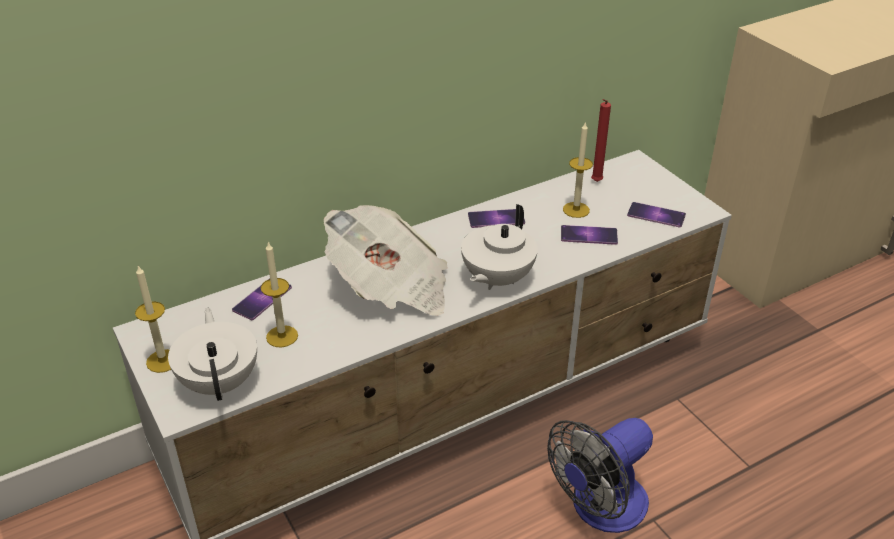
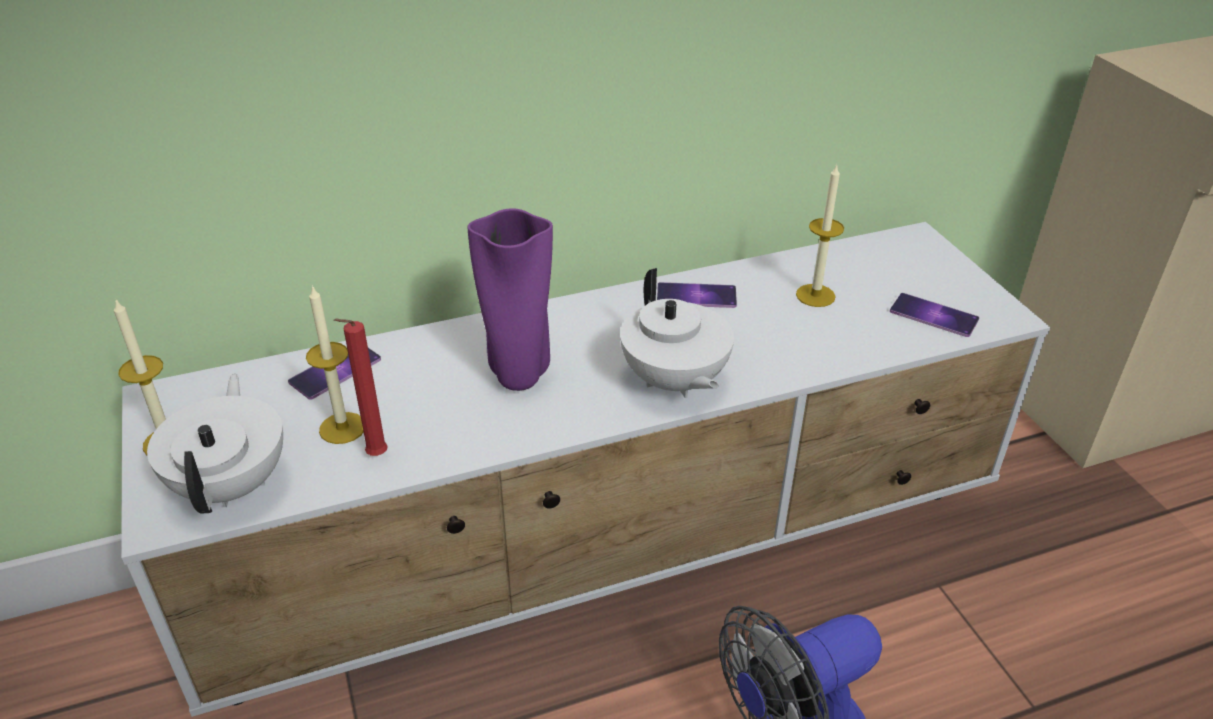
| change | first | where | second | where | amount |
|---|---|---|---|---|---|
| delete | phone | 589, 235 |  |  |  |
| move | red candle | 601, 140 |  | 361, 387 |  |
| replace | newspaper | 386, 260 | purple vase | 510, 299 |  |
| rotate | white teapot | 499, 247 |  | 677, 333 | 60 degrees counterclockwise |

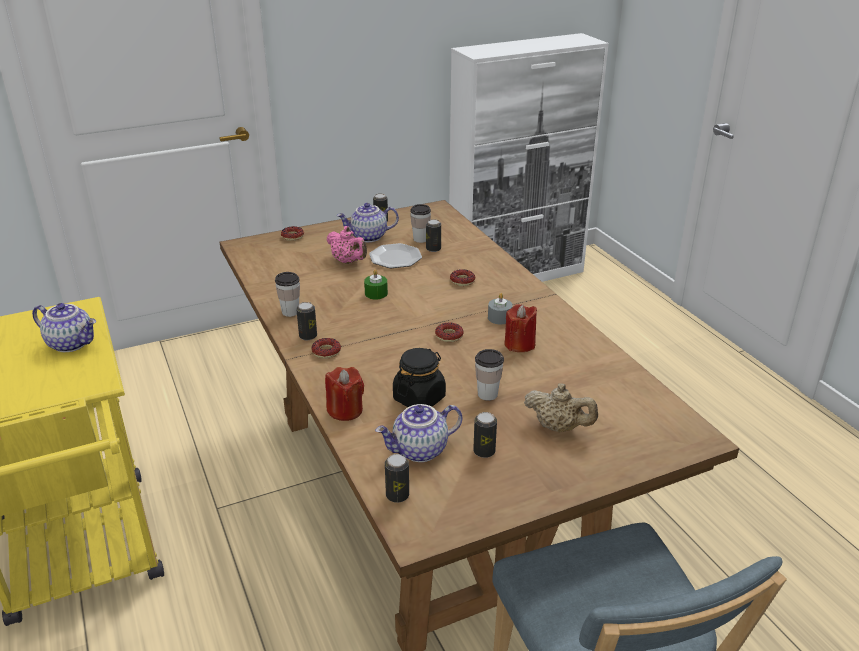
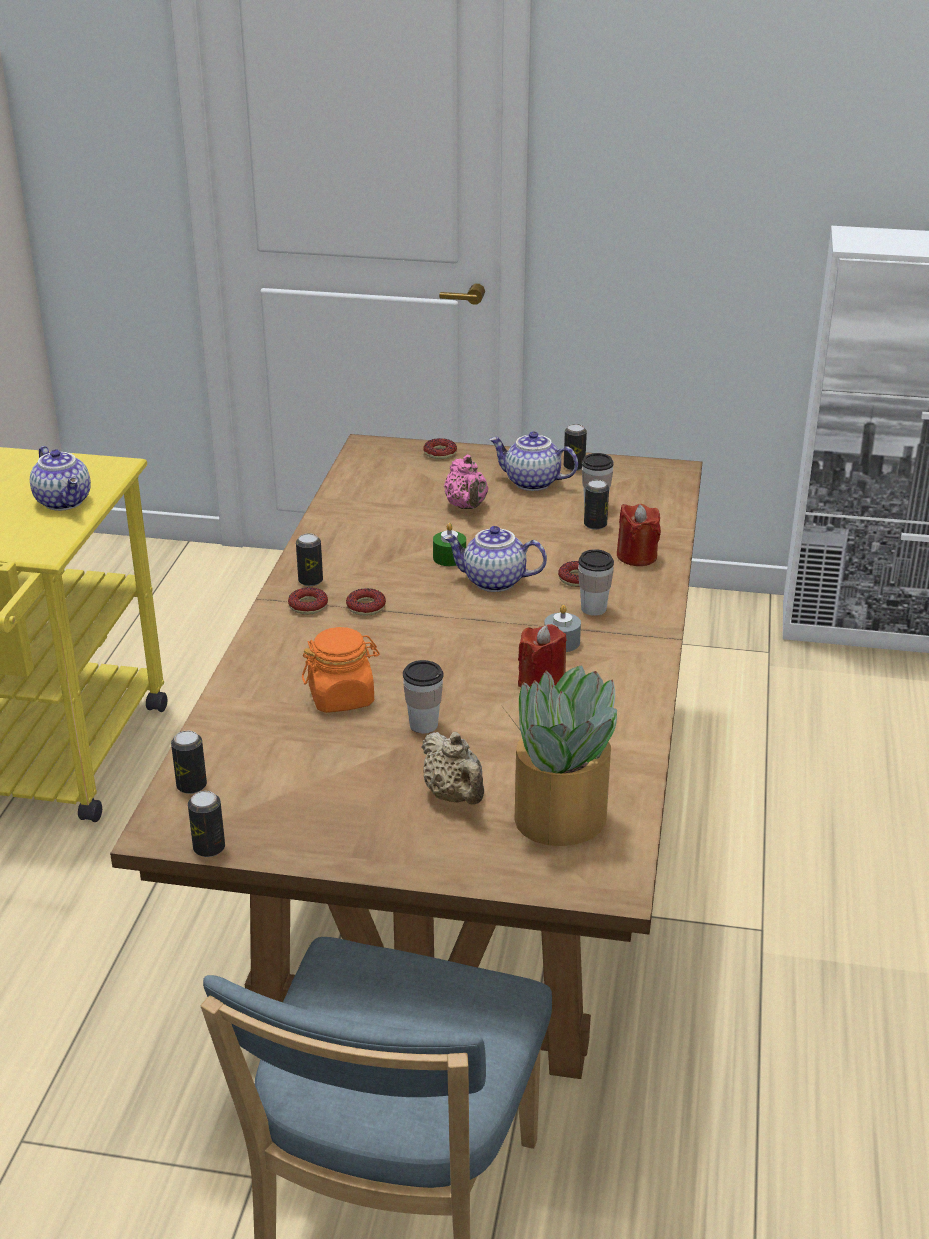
| change | first | where | second | where | amount |
|---|---|---|---|---|---|
| delete | plate | 395, 255 |  |  |  |
| insert |  |  | potted plant | 559, 756 |  |
| move | cup | 287, 294 |  | 596, 582 |  |
| move | red candle | 344, 394 |  | 639, 535 |  |
| move | teapot | 418, 433 |  | 495, 559 |  |
| move | donut | 449, 332 |  | 366, 602 |  |
| move | can | 485, 435 |  | 206, 824 |  |
| recolor | black jar | 419, 377 | orange jar | 341, 670 |  |

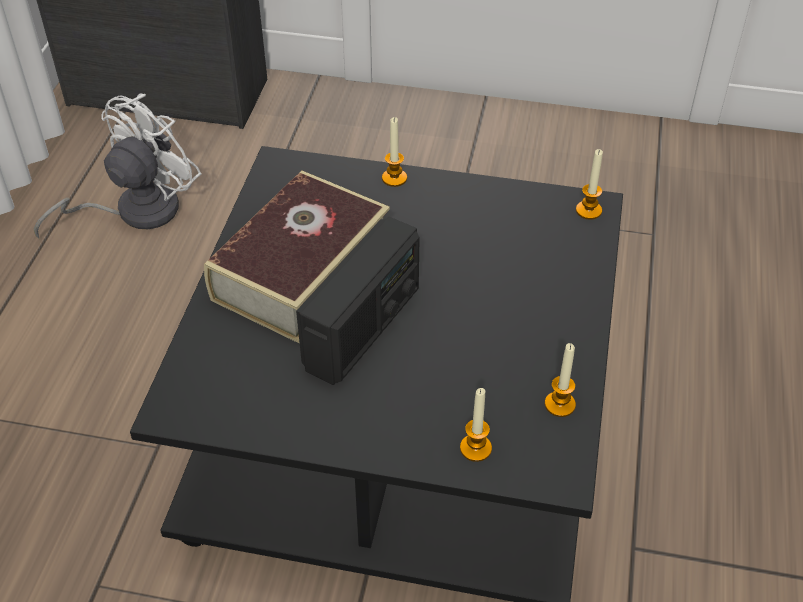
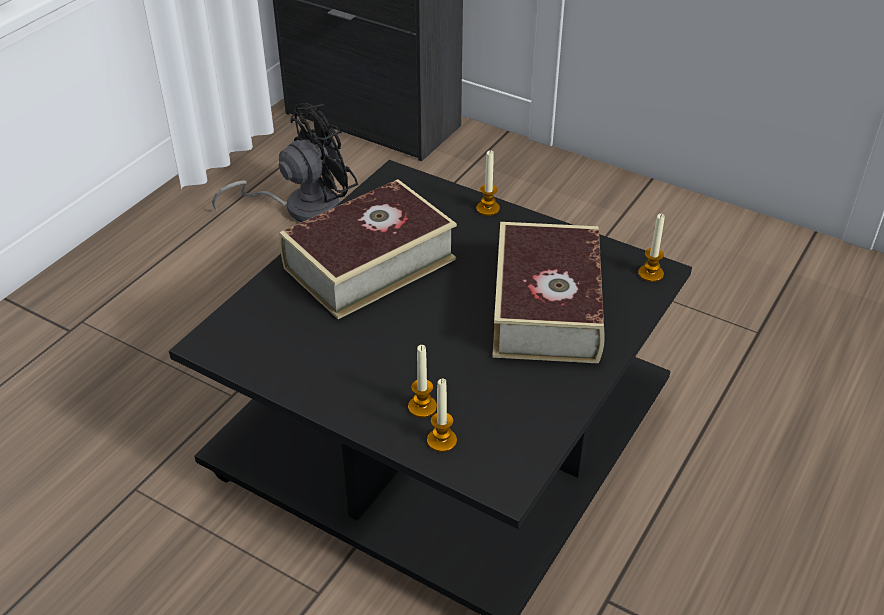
| change | first | where | second | where | amount |
|---|---|---|---|---|---|
| delete | radio | 358, 301 |  |  |  |
| insert |  |  | book | 549, 293 |  |
| move | candle | 560, 380 |  | 422, 381 |  |
| recolor | white fan | 118, 165 | black fan | 285, 162 |  |

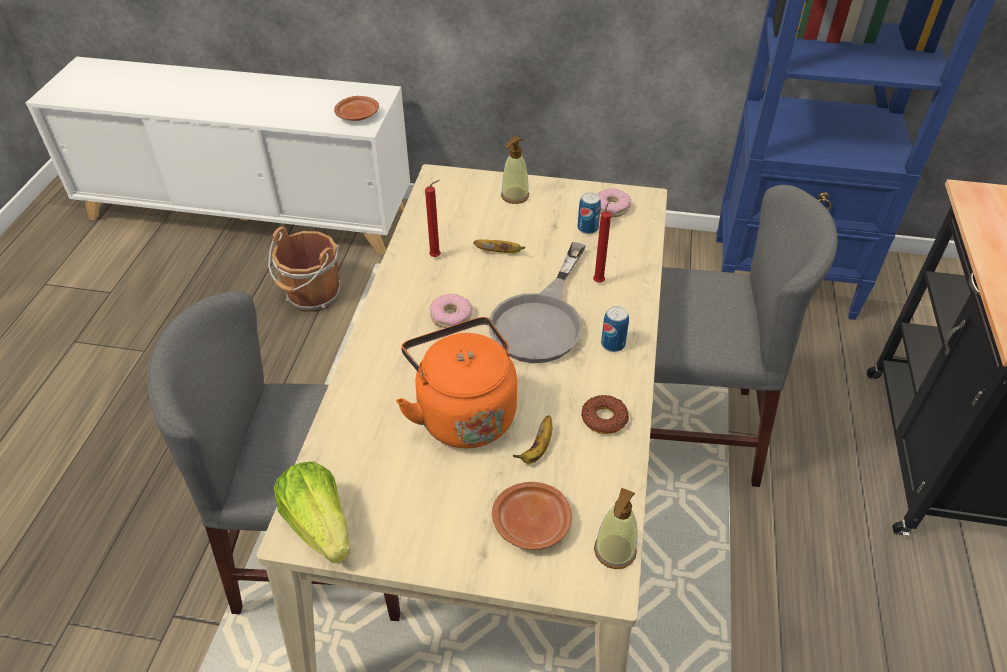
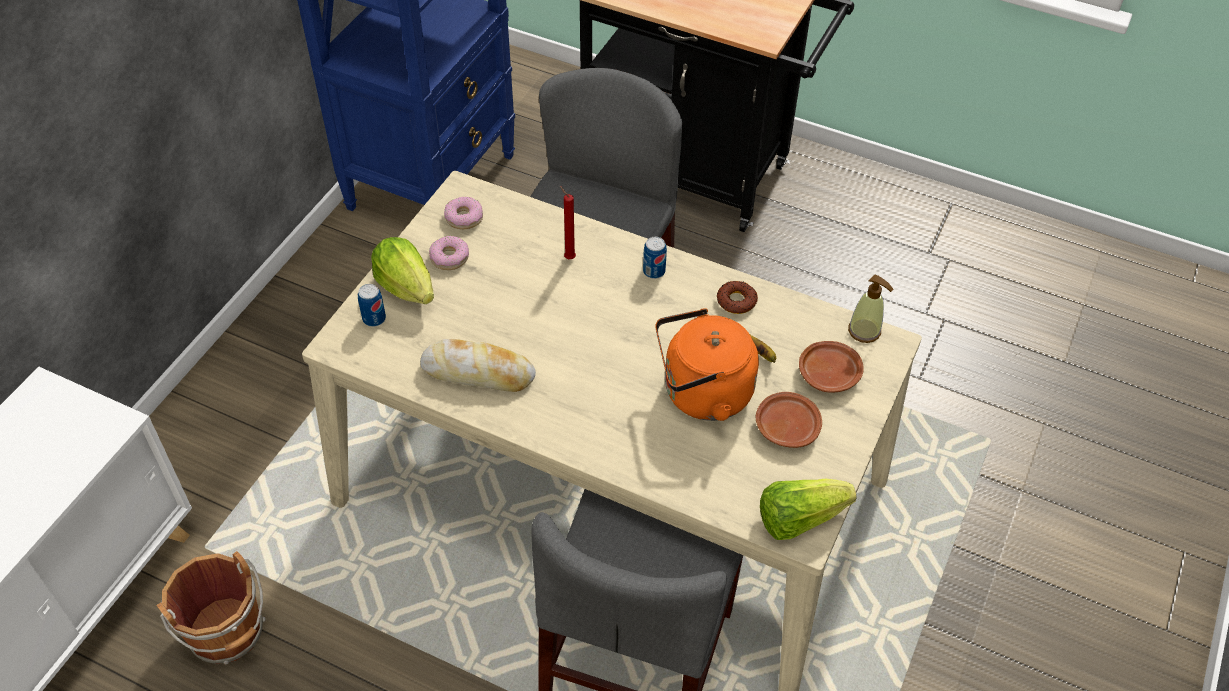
| change | first | where | second | where | amount |
|---|---|---|---|---|---|
| delete | banana | 499, 246 |  |  |  |
| delete | grey frying pan | 537, 302 |  |  |  |
| move | brown plate | 356, 108 |  | 789, 420 |  |
| move | donut | 451, 311 |  | 449, 253 |  |
| move | can | 589, 213 |  | 372, 305 |  |
| replace | red candle | 433, 218 | bread | 478, 365 |  |
| replace | soap dispenser | 515, 170 | lettuce | 402, 270 |  |

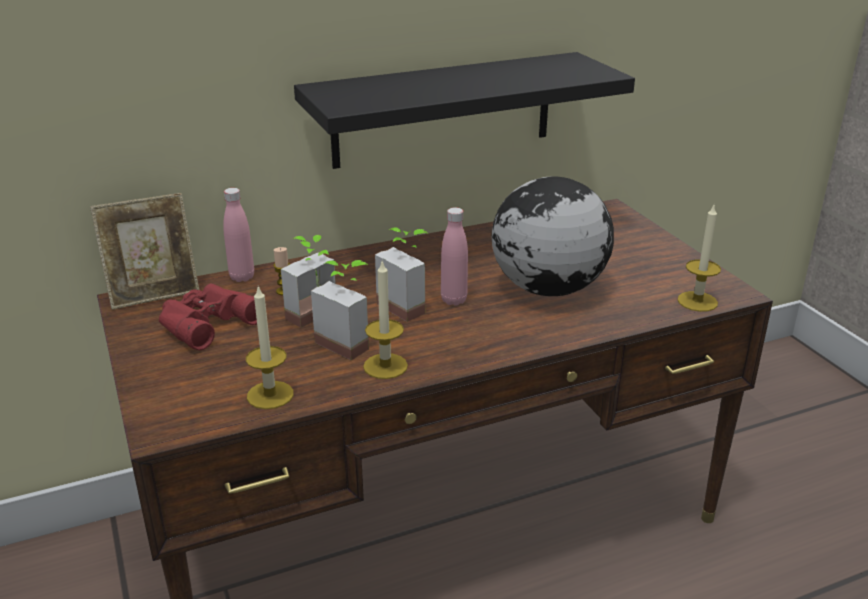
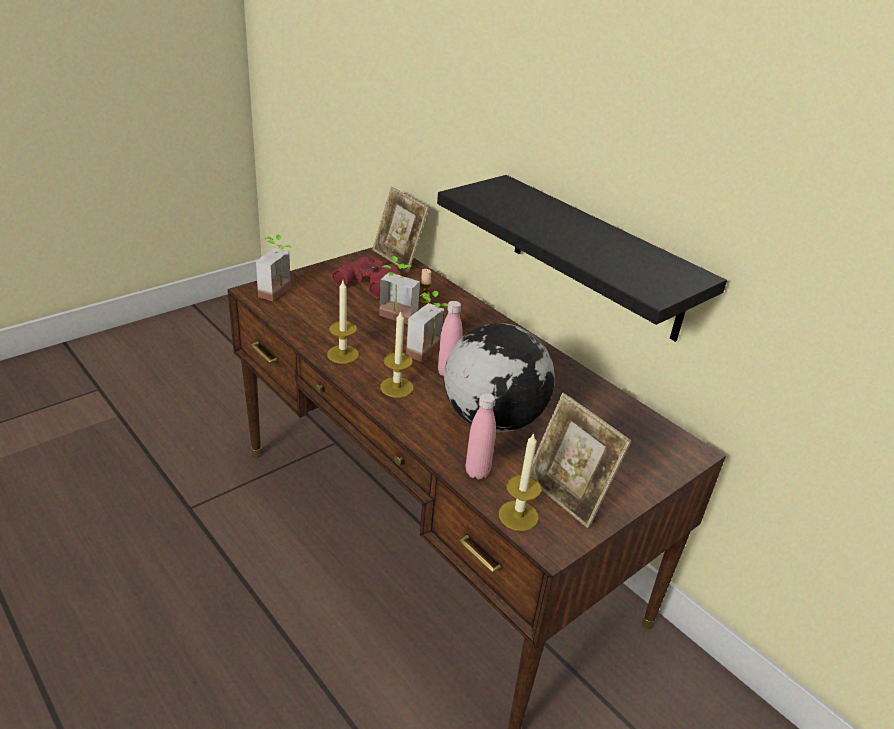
| change | first | where | second | where | amount |
|---|---|---|---|---|---|
| insert |  |  | picture frame | 581, 460 |  |
| move | pink bottle | 238, 235 |  | 481, 436 |  |
| move | candle | 270, 347 |  | 396, 354 |  |
| move | potted plant | 340, 310 |  | 274, 268 |  |

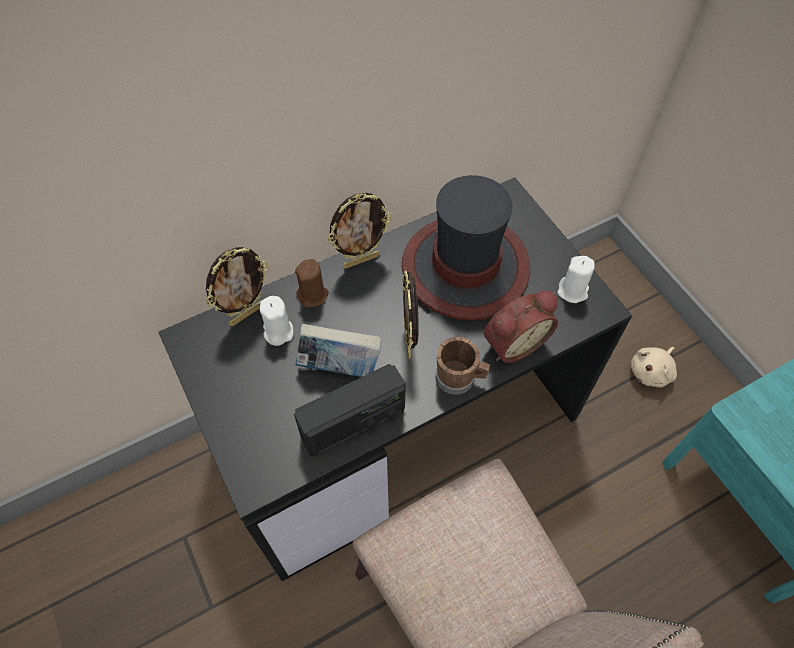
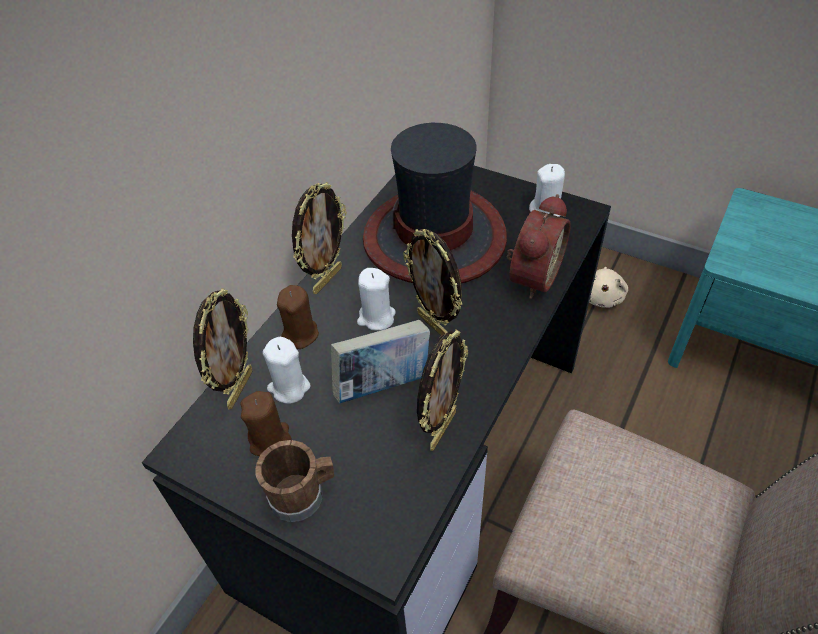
| change | first | where | second | where | amount |
|---|---|---|---|---|---|
| insert |  |  | brown candle | 266, 423 |  |
| insert |  |  | white candle | 376, 299 |  |
| move | brown mug | 463, 365 |  | 294, 481 |  |
| replace | radio | 350, 410 | picture frame | 442, 390 |  |

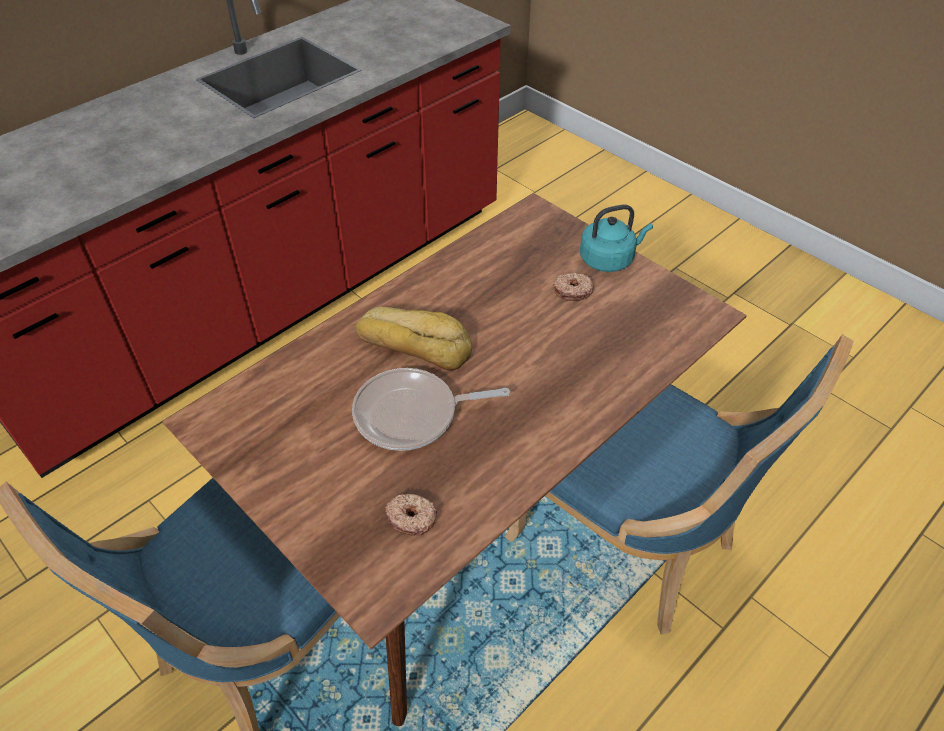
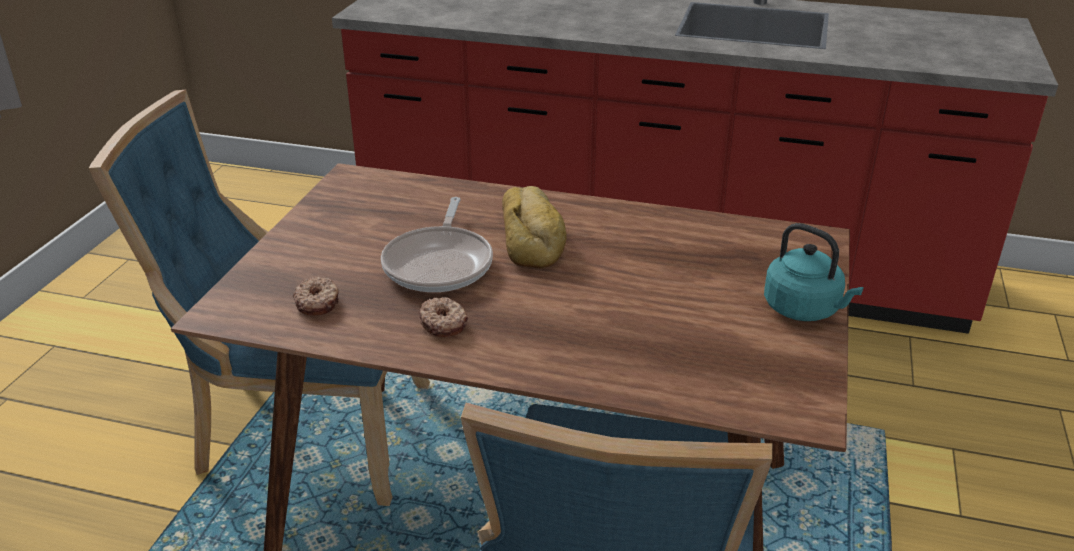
| change | first | where | second | where | amount |
|---|---|---|---|---|---|
| move | donut | 573, 286 |  | 443, 317 |  |
| rotate | frying pan | 431, 409 |  | 437, 244 | 135 degrees counterclockwise |

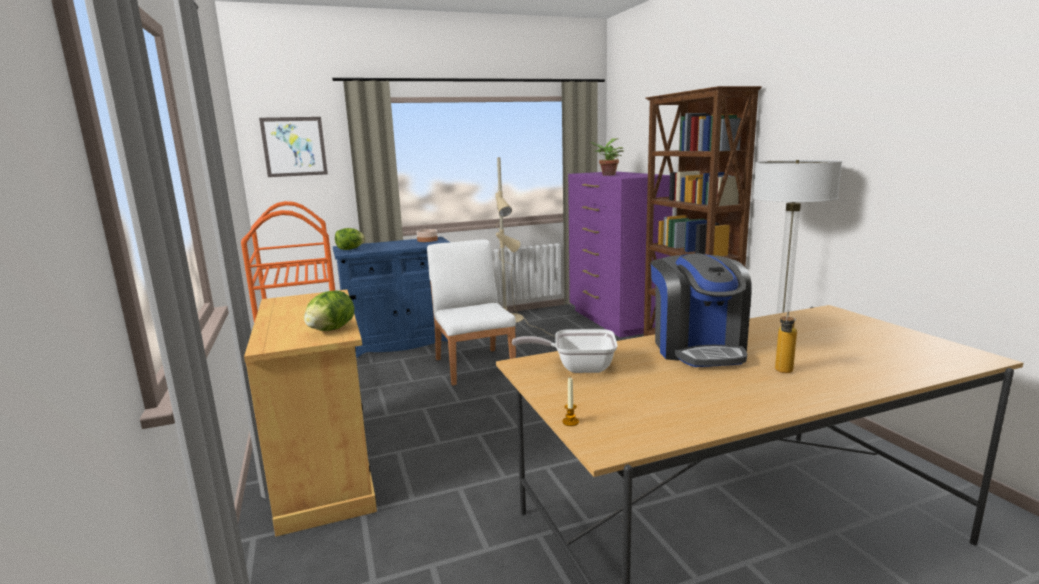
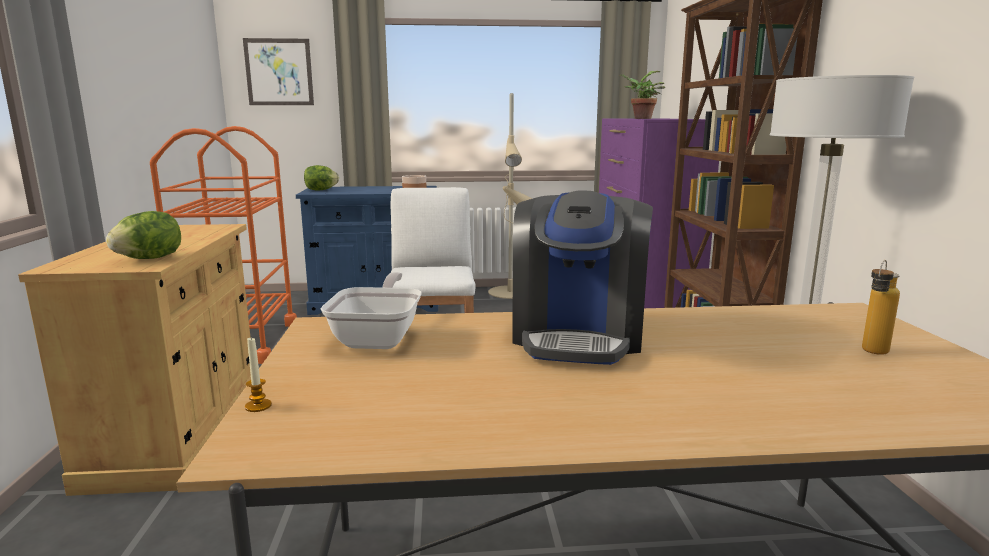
| change | first | where | second | where | amount |
|---|---|---|---|---|---|
| move | bottle | 786, 341 |  | 881, 307 |  |
| rotate | frying pan | 565, 351 |  | 371, 310 | 75 degrees clockwise |

